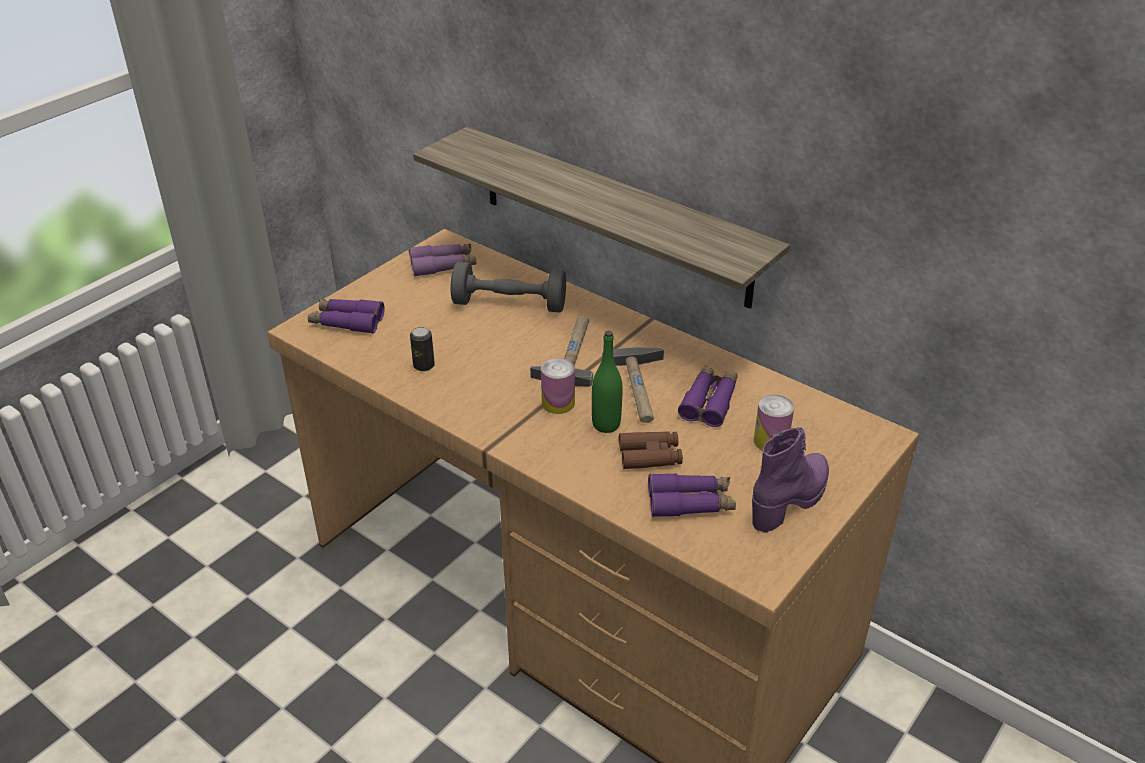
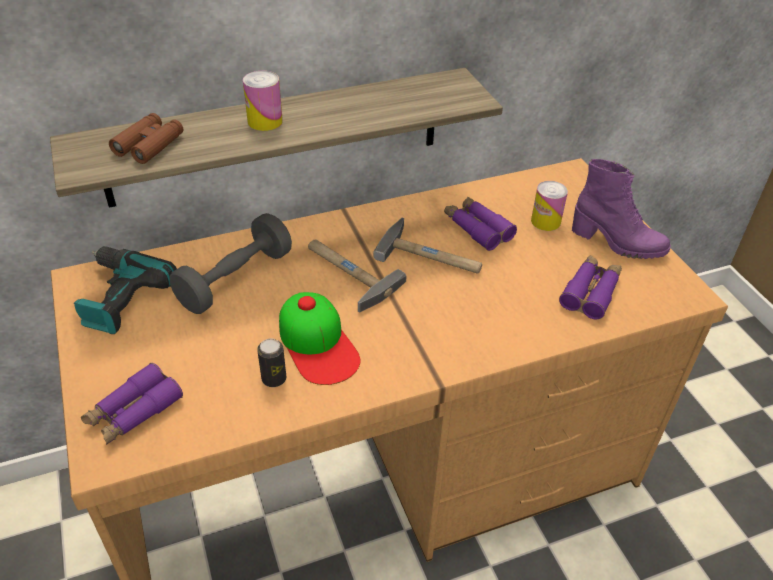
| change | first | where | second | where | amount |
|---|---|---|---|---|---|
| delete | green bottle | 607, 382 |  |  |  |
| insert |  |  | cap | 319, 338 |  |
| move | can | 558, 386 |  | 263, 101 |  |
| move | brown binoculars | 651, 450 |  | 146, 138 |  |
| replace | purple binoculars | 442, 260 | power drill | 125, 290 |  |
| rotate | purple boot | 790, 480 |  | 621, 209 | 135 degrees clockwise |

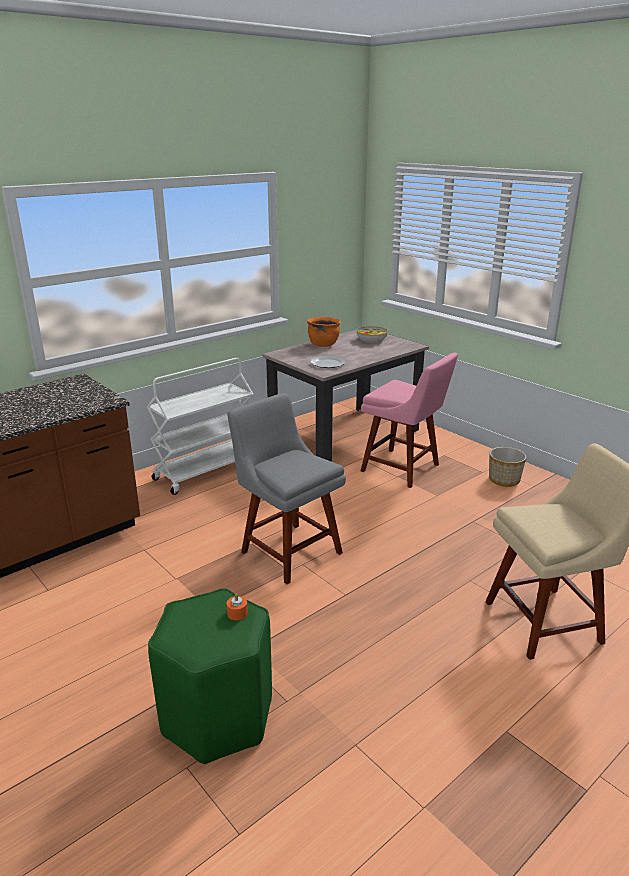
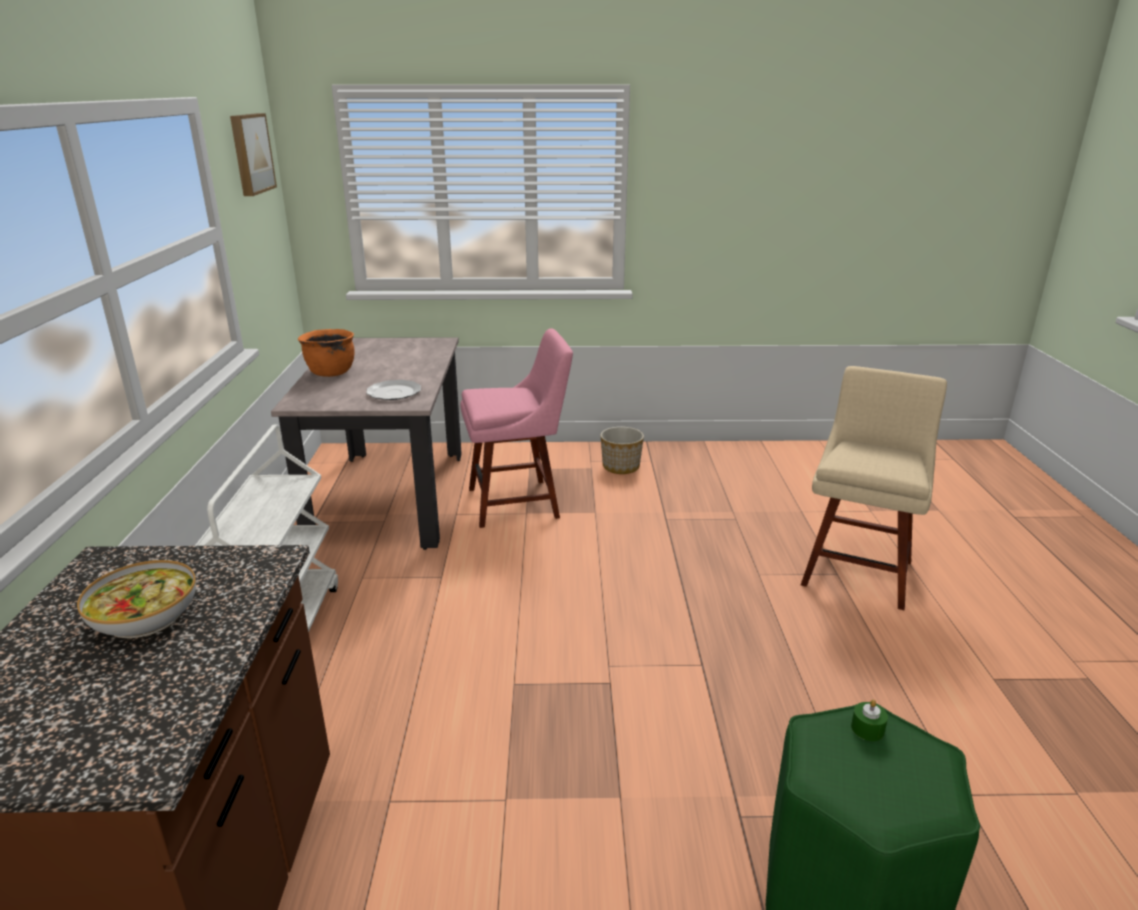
| change | first | where | second | where | amount |
|---|---|---|---|---|---|
| delete | grey chair | 286, 488 |  |  |  |
| insert |  |  | picture | 253, 154 |  |
| move | bowl | 372, 334 |  | 136, 599 |  |
| recolor | orange candle | 237, 606 | green candle | 869, 720 |  |

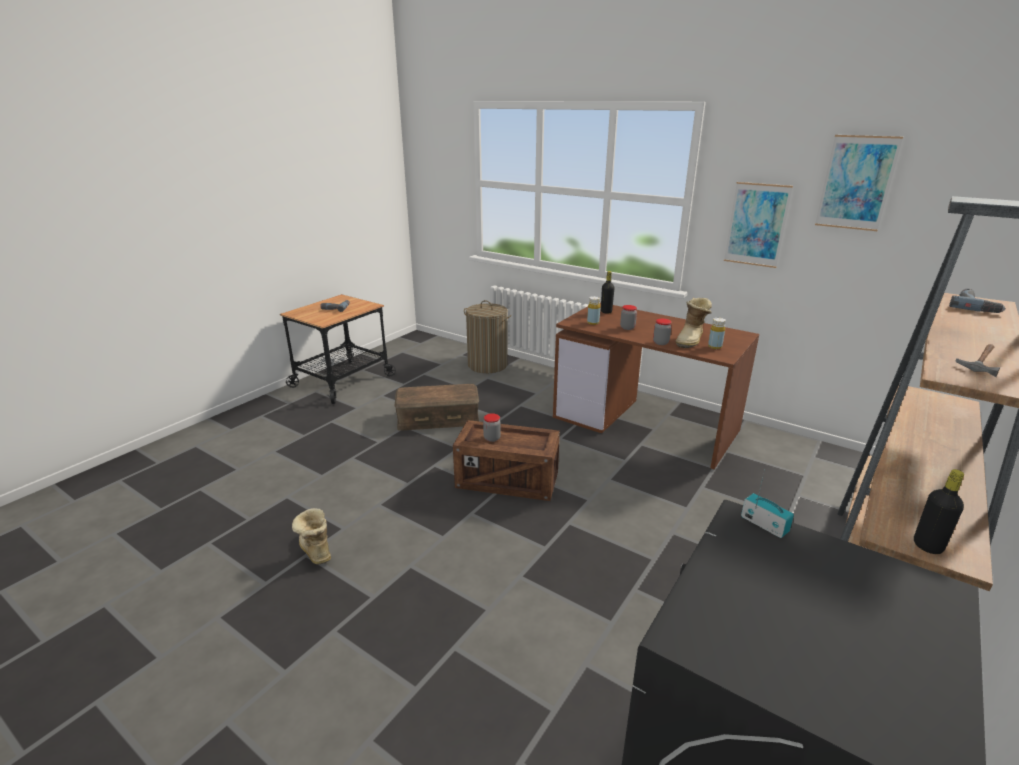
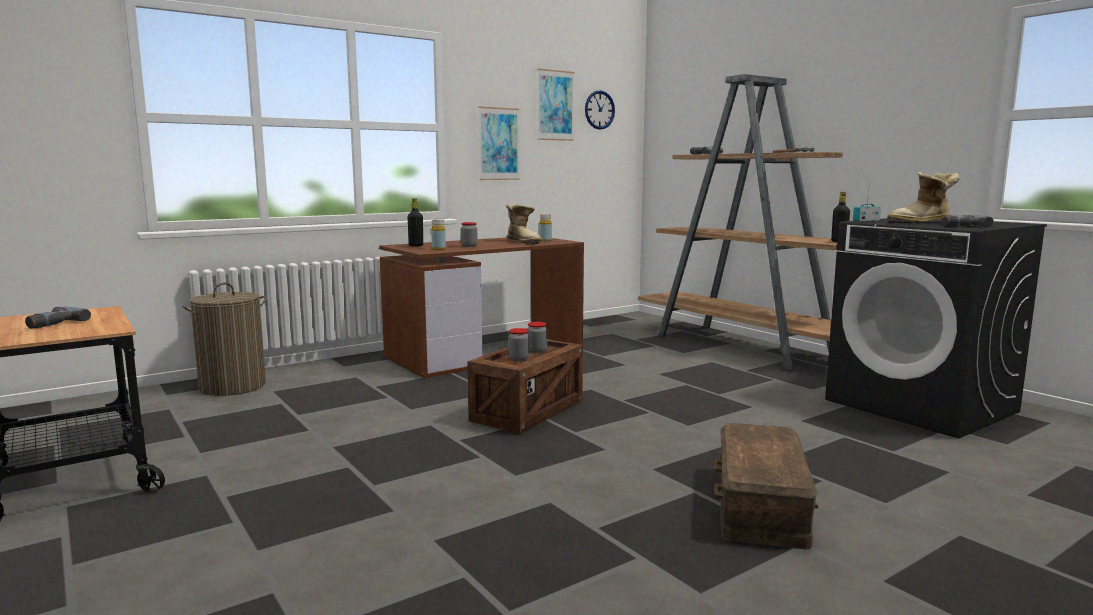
| change | first | where | second | where | amount |
|---|---|---|---|---|---|
| insert |  |  | wall clock | 600, 110 |  |
| insert |  |  | power drill | 968, 221 |  |
| move | boot | 311, 536 |  | 923, 197 |  |
| move | brown storage box | 437, 407 |  | 766, 486 |  |
| move | jar | 662, 332 |  | 537, 337 |  |

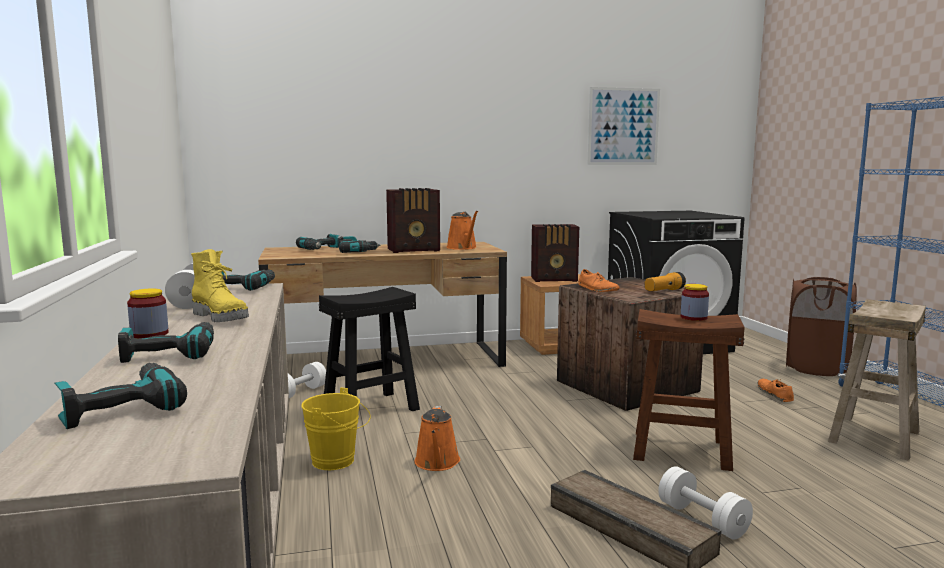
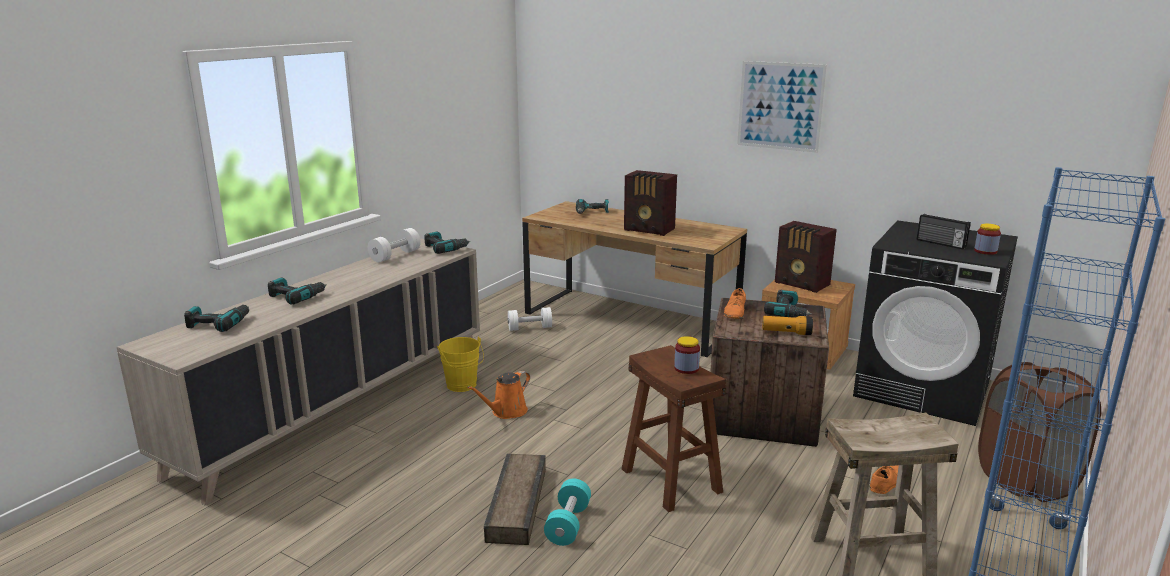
| change | first | where | second | where | amount |
|---|---|---|---|---|---|
| delete | yellow boot | 220, 285 |  |  |  |
| delete | black stool | 369, 349 |  |  |  |
| delete | orange watering can | 462, 230 |  |  |  |
| insert |  |  | radio | 944, 231 |  |
| move | jar | 148, 313 |  | 987, 239 |  |
| move | power drill | 359, 244 |  | 788, 303 |  |
| move | picture | 624, 126 |  | 782, 107 |  |
| recolor | white dumbbell | 705, 503 | turquoise dumbbell | 567, 512 |  |

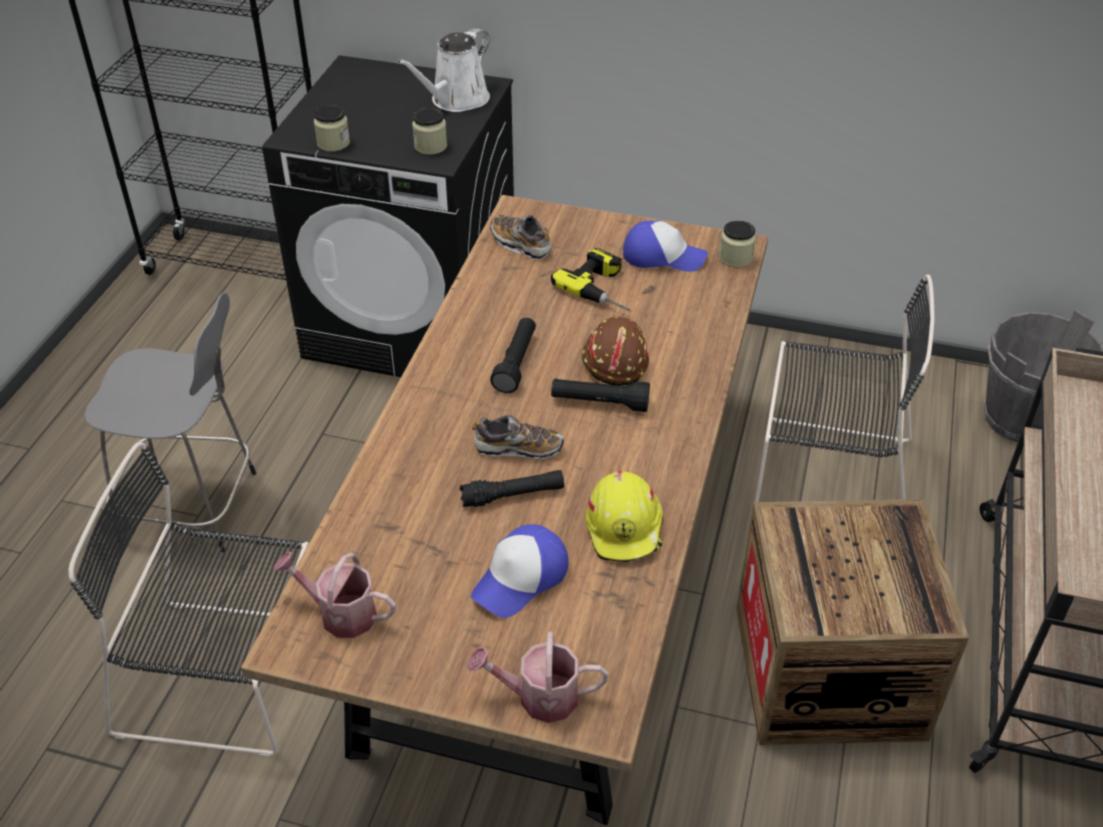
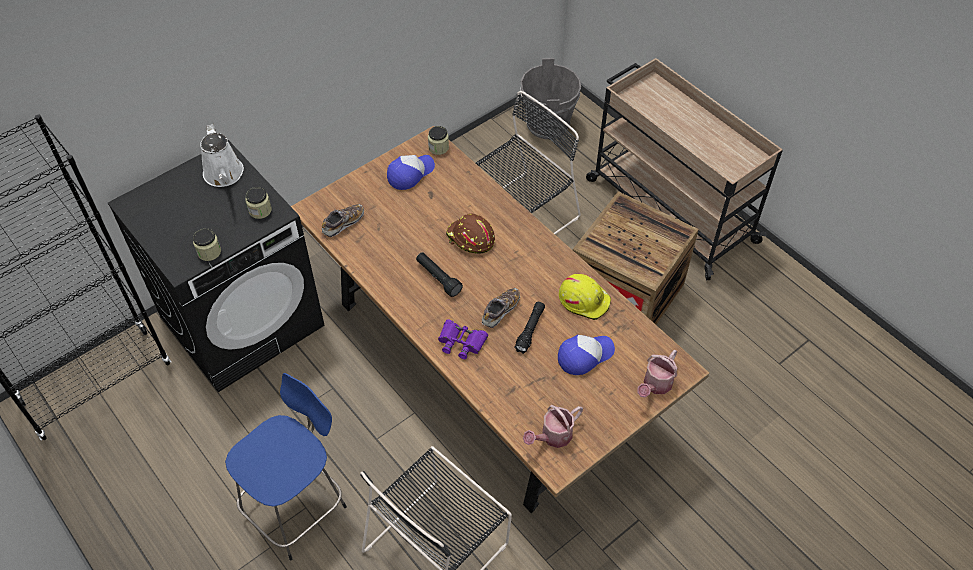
| change | first | where | second | where | amount |
|---|---|---|---|---|---|
| delete | power drill | 591, 280 |  |  |  |
| delete | black flashlight | 600, 395 |  |  |  |
| insert |  |  | purple binoculars | 463, 339 |  |
| recolor | grey stool | 170, 422 | blue stool | 286, 466 |  |
| rotate | cap | 520, 571 |  | 586, 355 | 105 degrees counterclockwise |
| rotate | shoe | 520, 237 |  | 343, 220 | 150 degrees clockwise |

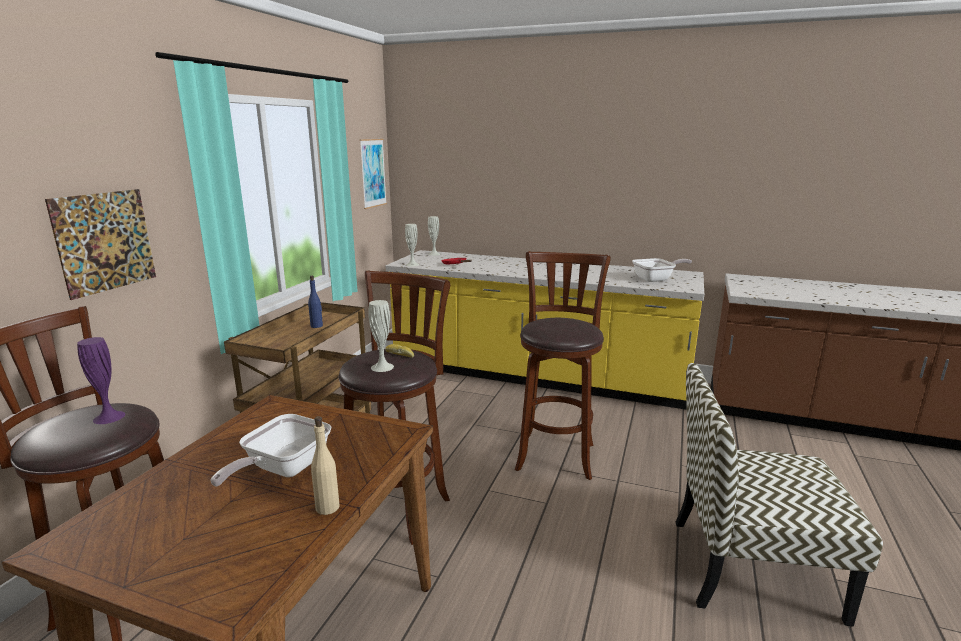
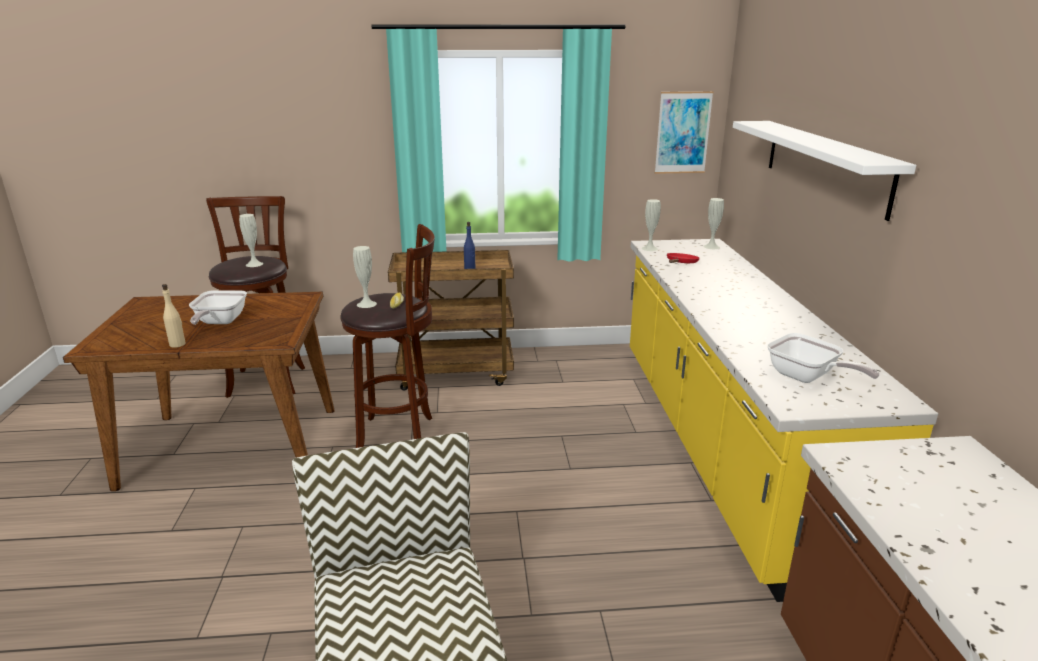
| change | first | where | second | where | amount |
|---|---|---|---|---|---|
| delete | picture | 100, 244 |  |  |  |
| delete | brown stool | 563, 365 |  |  |  |
| insert |  |  | white shelf | 824, 171 |  |
| recolor | purple vase | 101, 380 | white vase | 251, 240 |  |
| rotate | frying pan | 271, 450 |  | 218, 307 | 90 degrees counterclockwise |

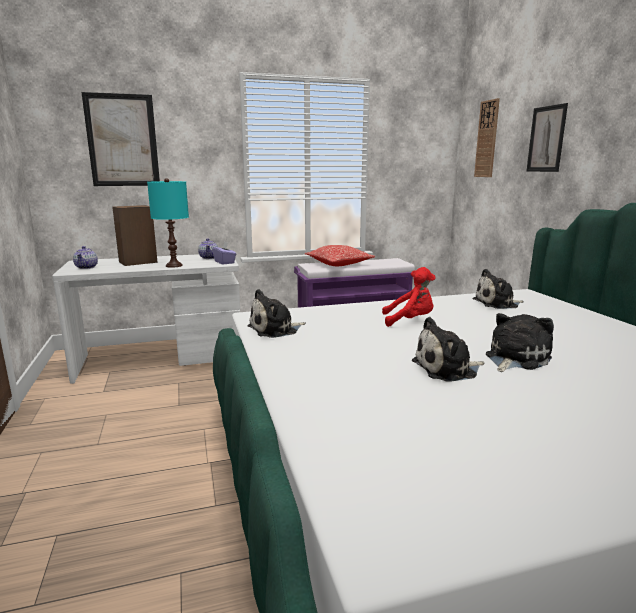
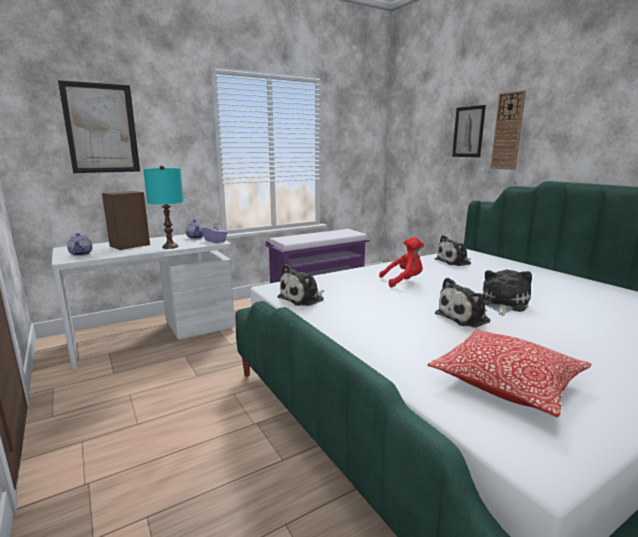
| change | first | where | second | where | amount |
|---|---|---|---|---|---|
| move | pillow | 340, 255 |  | 509, 373 |  |
| move | wall clock | 487, 137 |  | 508, 130 |  |

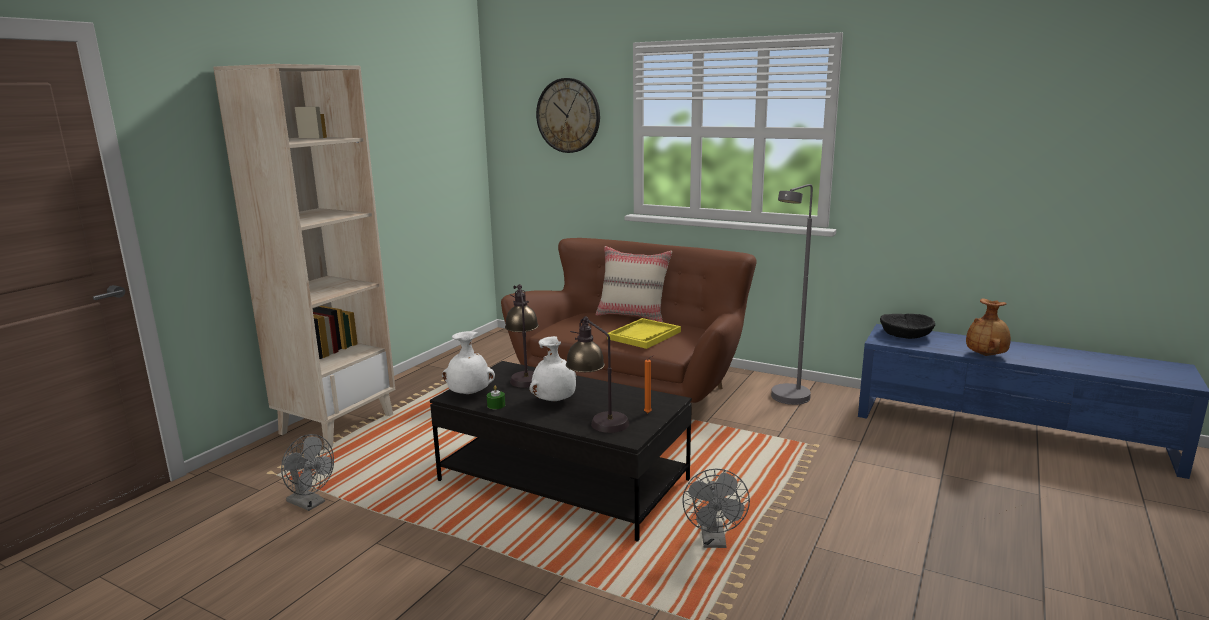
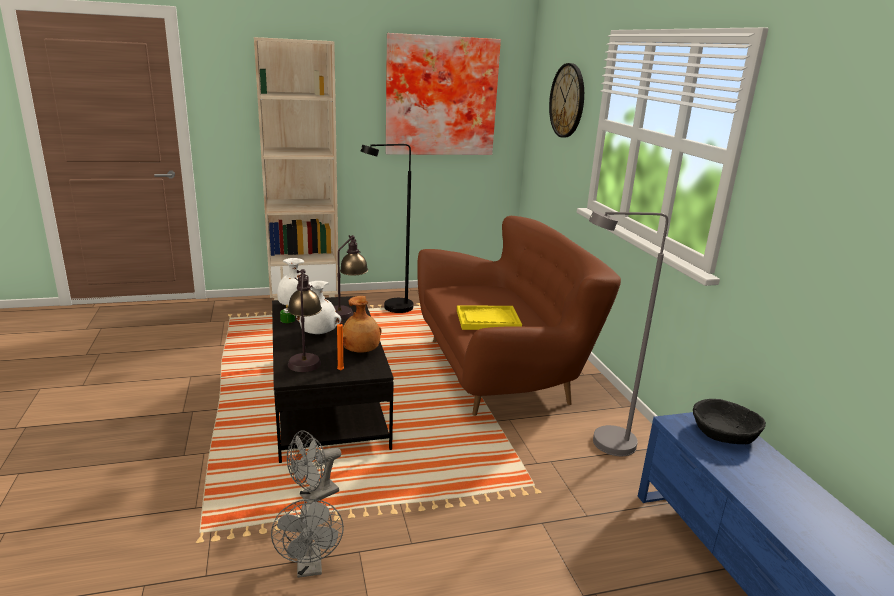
| change | first | where | second | where | amount |
|---|---|---|---|---|---|
| delete | beige pillow | 634, 284 |  |  |  |
| insert |  |  | black floor lamp | 387, 228 |  |
| insert |  |  | picture | 443, 94 |  |
| move | grey fan | 307, 472 |  | 307, 538 |  |
| move | brown vase | 988, 327 |  | 362, 324 |  |

